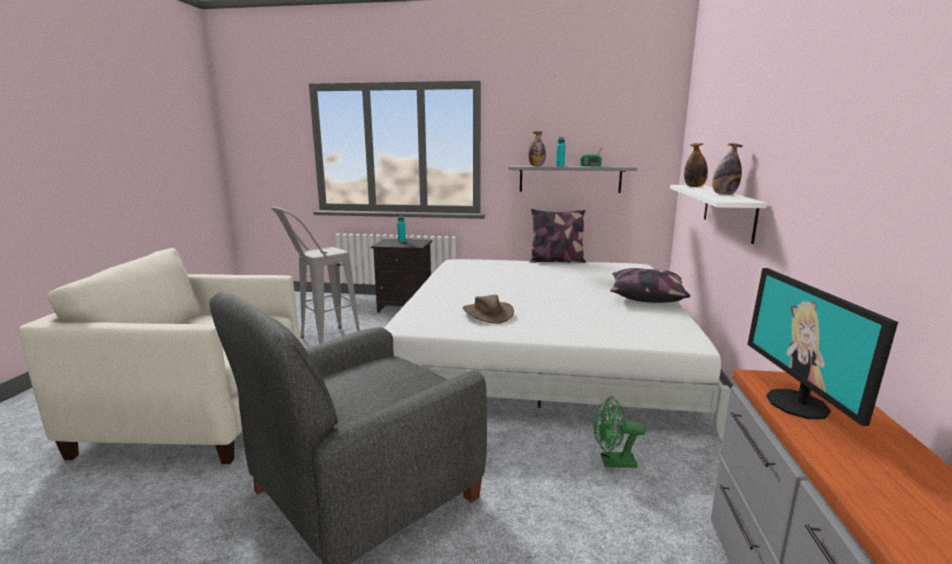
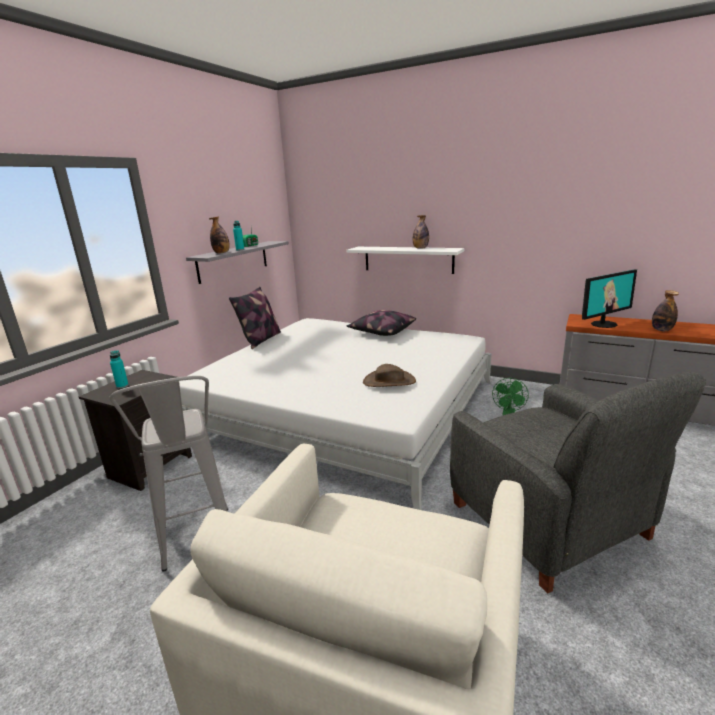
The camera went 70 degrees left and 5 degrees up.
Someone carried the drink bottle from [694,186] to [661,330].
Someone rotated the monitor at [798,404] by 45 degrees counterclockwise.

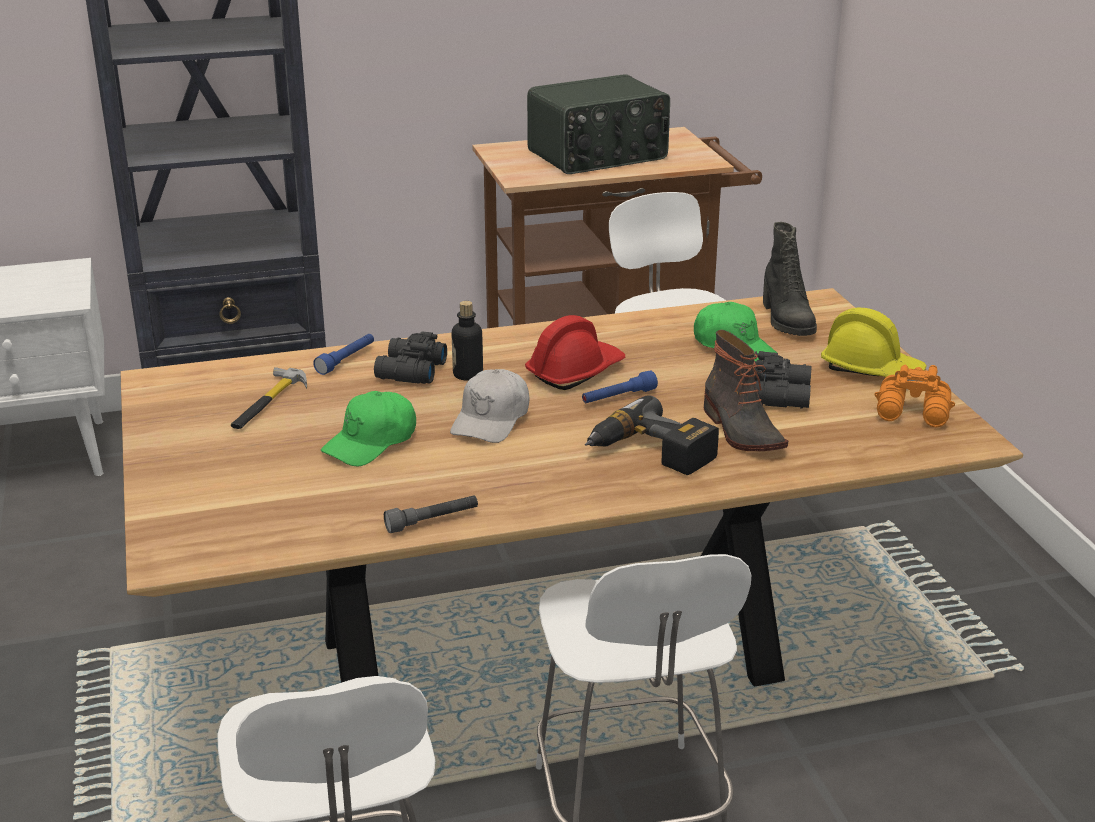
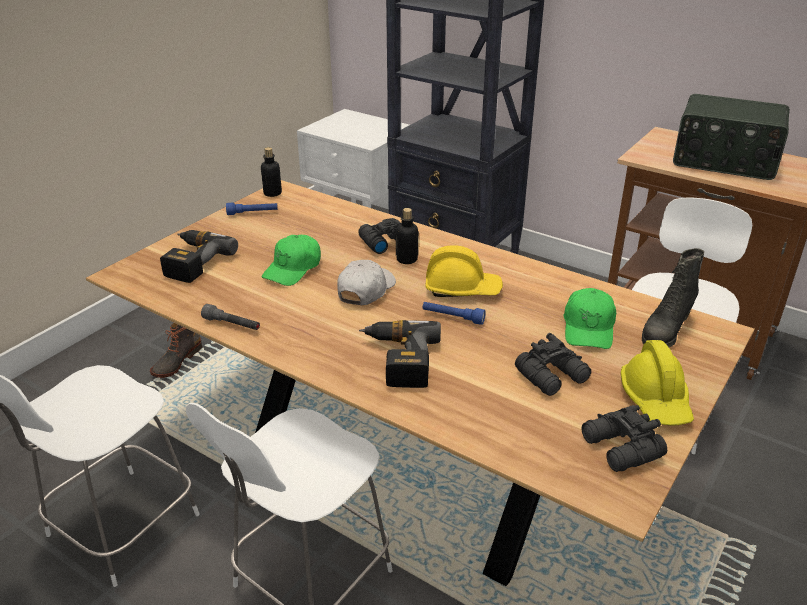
The camera went 50 degrees right and 5 degrees up.
Someone repainted the reddish safety helmet at [575,372], which became the yellow-coloured safety helmet at [462,289].
Someone carried the boot from [740,431] to [176,361].
Someone carried the blue flashlight from [346,360] to [252,213].
Someone repainted the orange-coloured binoculars at [914,413], which became the blackish binoculars at [621,449].
Someone took away the hand hammer at [268,403].
Someone rotated the white-coloured cap at [491,420] by 135 degrees clockwise.
Someone rotated the green cap at [371,442] by 60 degrees counterclockwise.
Someone put down the drink bottle at [272,193].
Someone put down the power drill at [192,262].

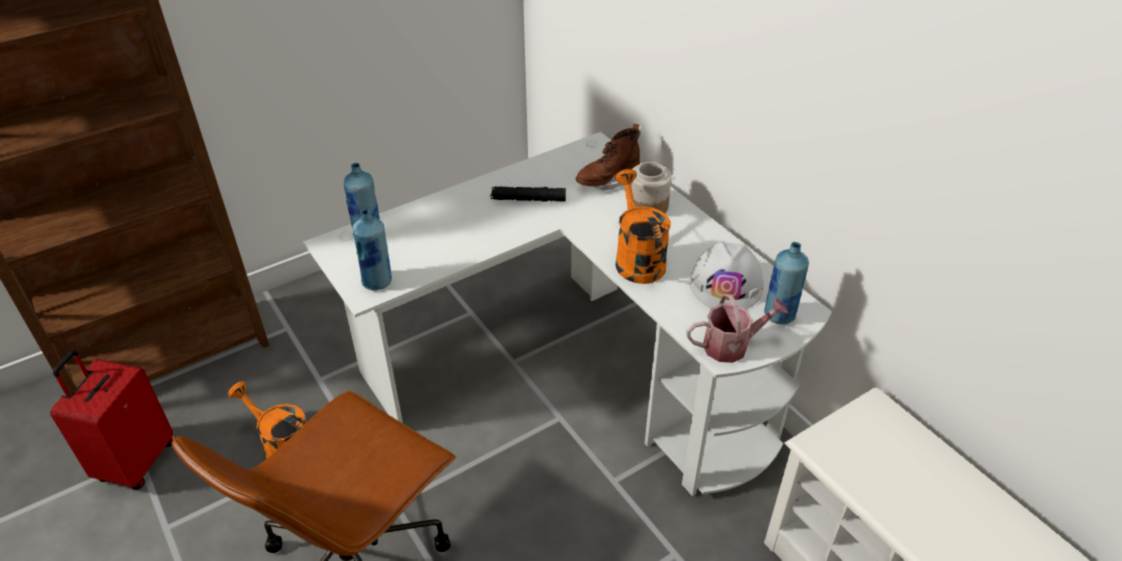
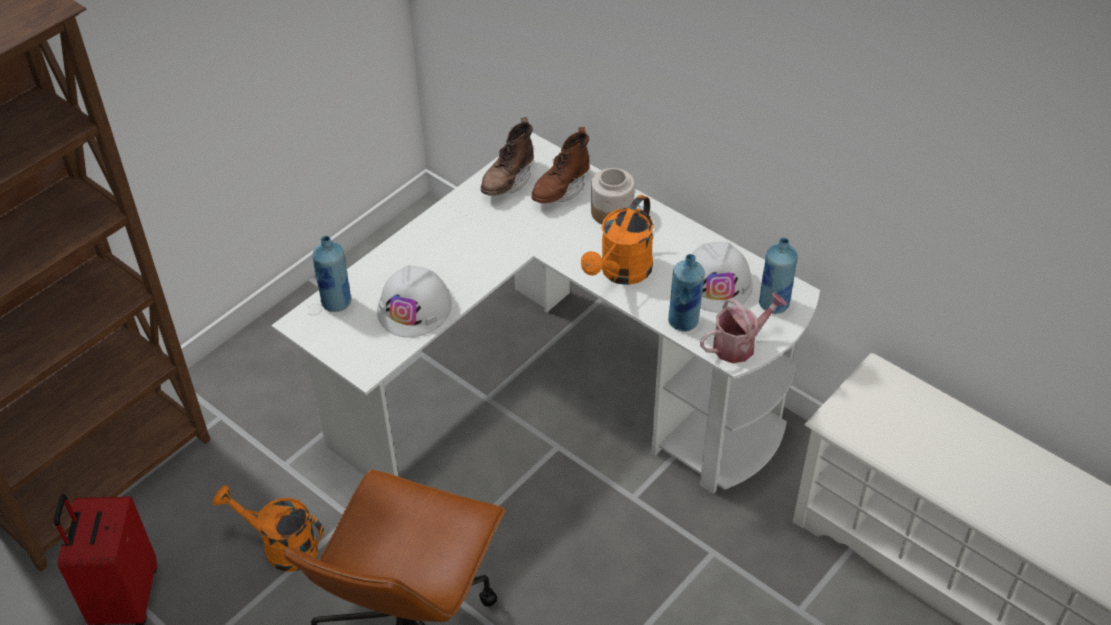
The camera went 15 degrees left and 5 degrees up.
Someone rotated the orange-coloured watering can at [637,258] by 120 degrees counterclockwise.
Someone took away the blackish flashlight at [528,199].
Someone carried the blue drink bottle from [377,282] to [684,321].
Someone put down the brownish boot at [508,181].
Someone put down the white-coloured safety helmet at [415,308].

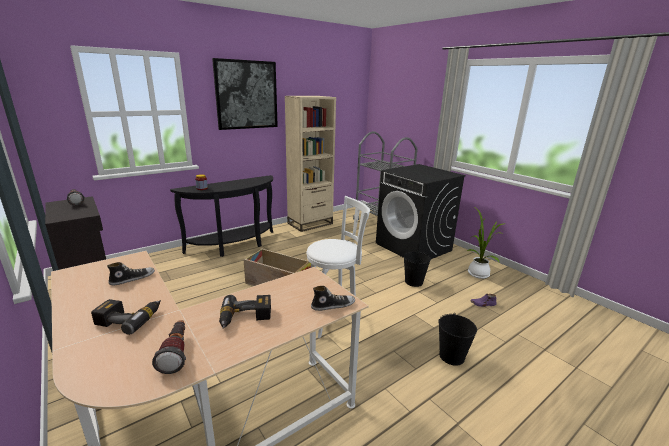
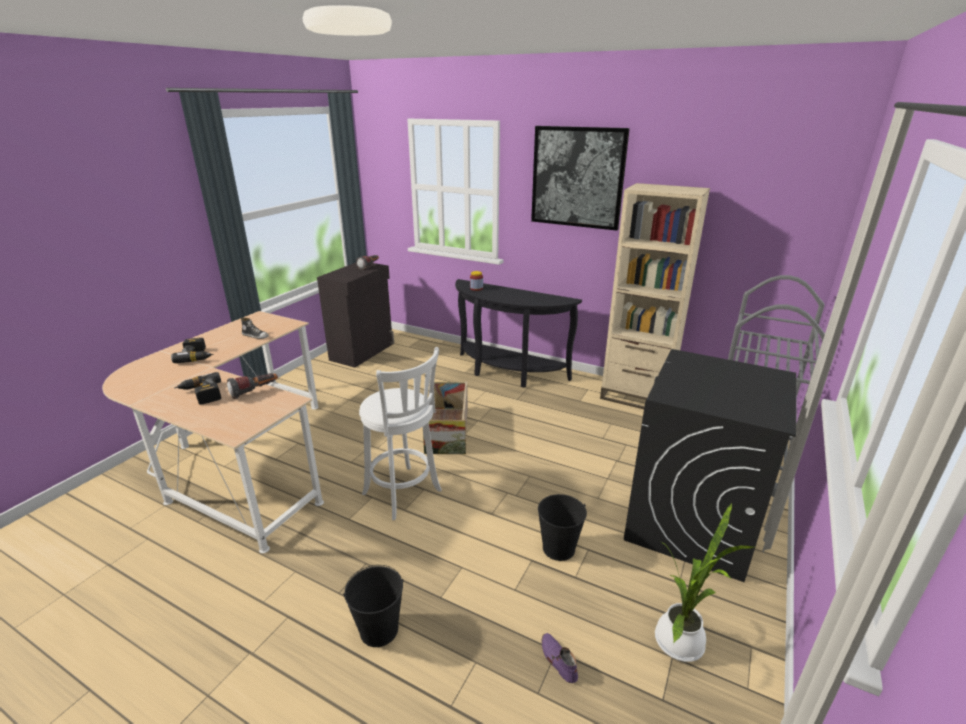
The camera went 65 degrees right and 5 degrees up.
Someone took away the low shoe at [333,305].
Someone carried the flashlight from [176,353] to [255,392].

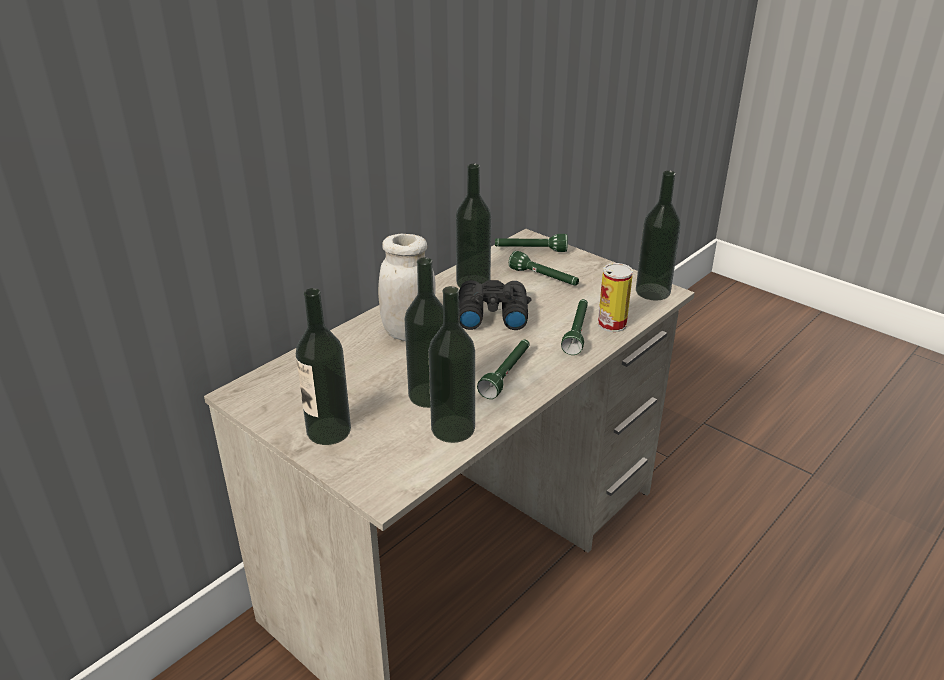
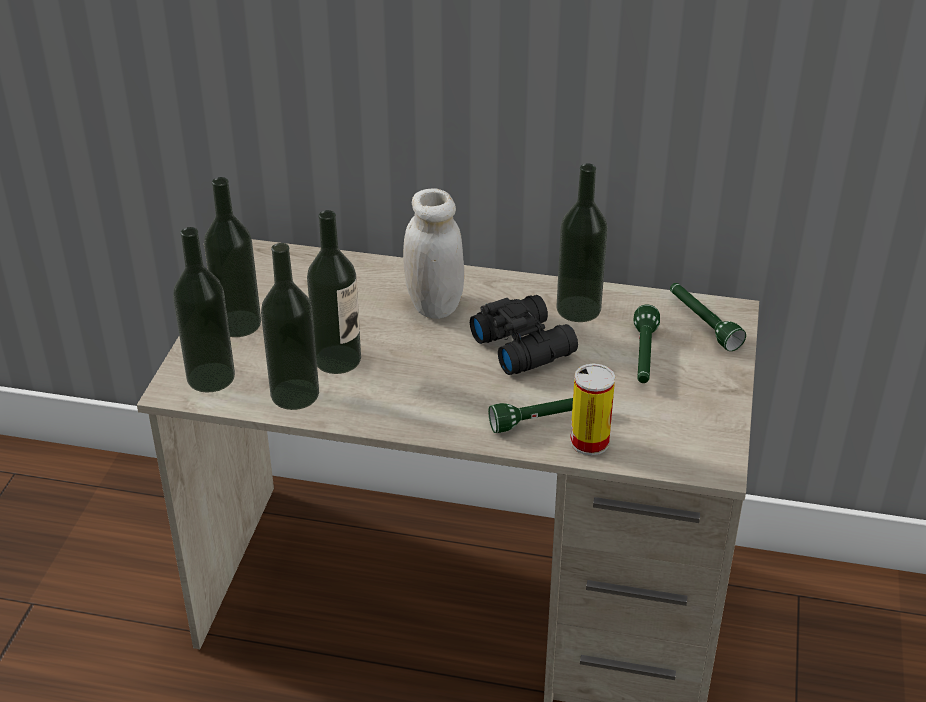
The camera went 60 degrees right and 5 degrees up.
Someone carried the drink bottle from [652,291] to [211,377].
Someone took away the green flashlight at [507,374].

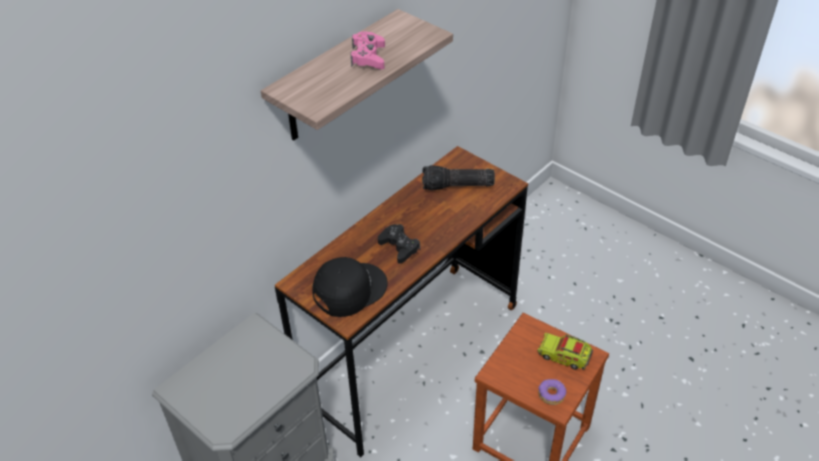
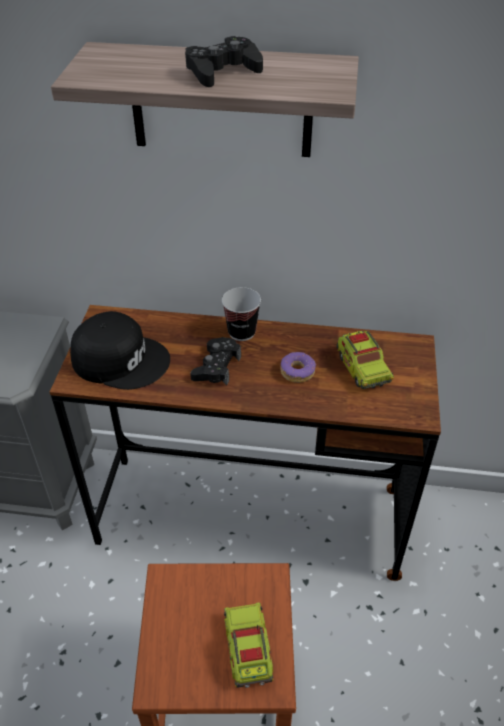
The camera went 55 degrees right and 0 degrees up.
Someone repainted the pink-coloured game controller at [368,57], which became the blackish game controller at [222,71].
Someone swapped the flashlight at [457,186] for the toy lorry at [362,368].
Someone carried the ring doughnut from [551,394] to [297,372].
Someone put down the small cup at [241,332].

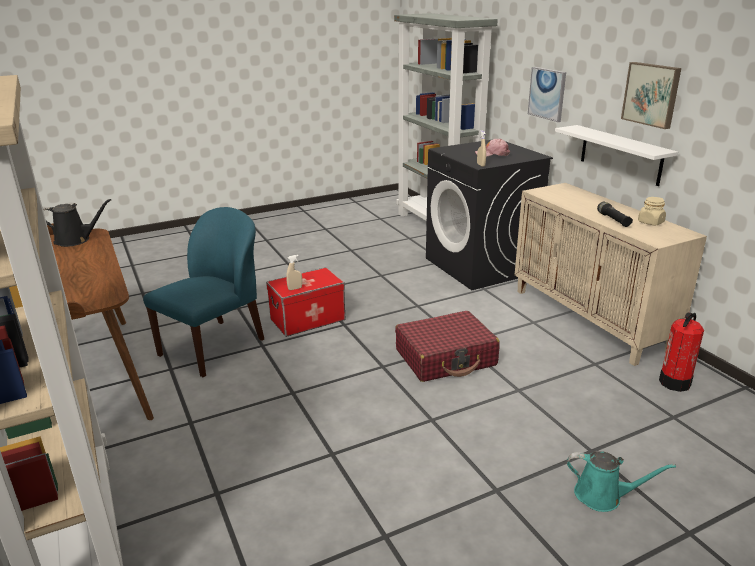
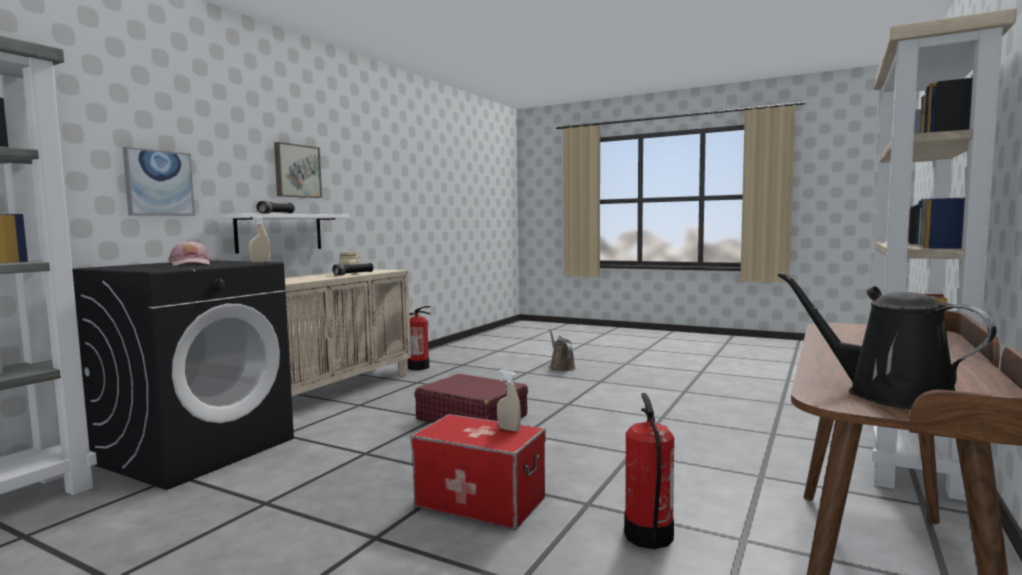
The camera went 125 degrees left and 20 degrees down.
Someone swapped the blue chair at [214,347] for the fire extinguisher at [648,536].
Someone repainted the turquoise watering can at [602,496], which became the brownish watering can at [561,367].
Someone put down the blackish flashlight at [276,213].

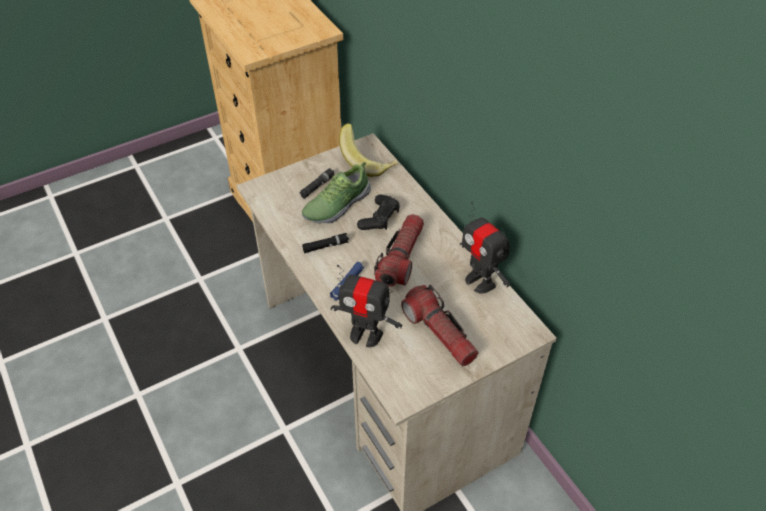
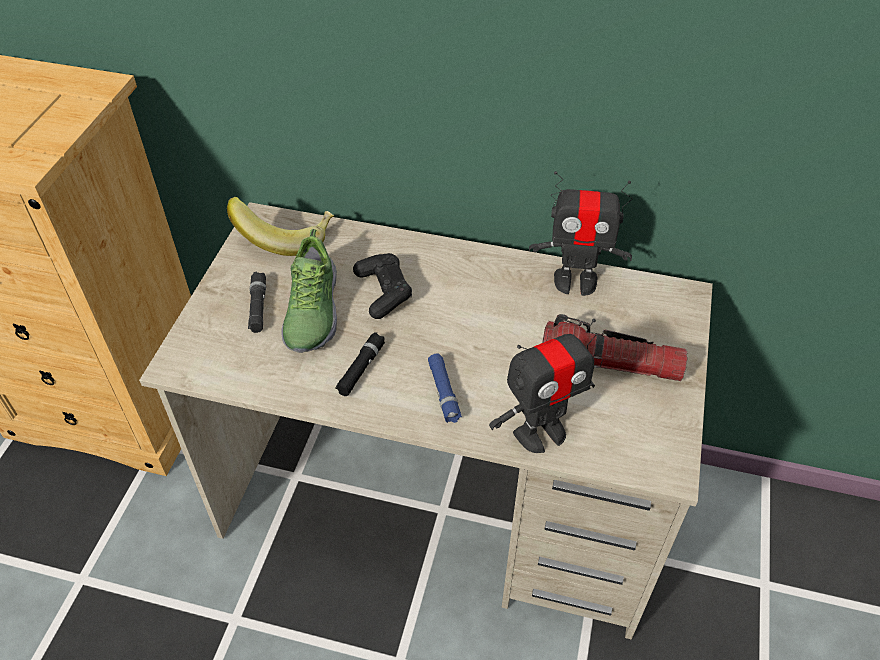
The camera went 45 degrees left and 0 degrees up.
Someone took away the flashlight at [401,258].

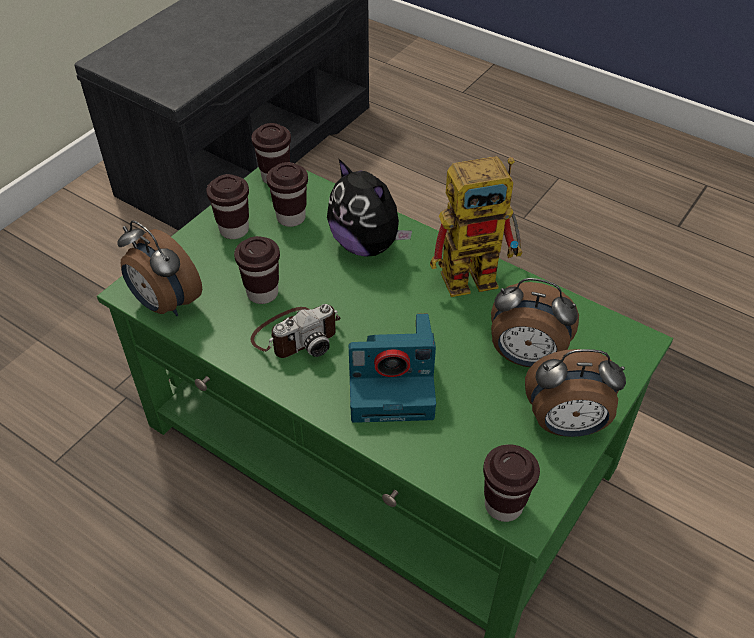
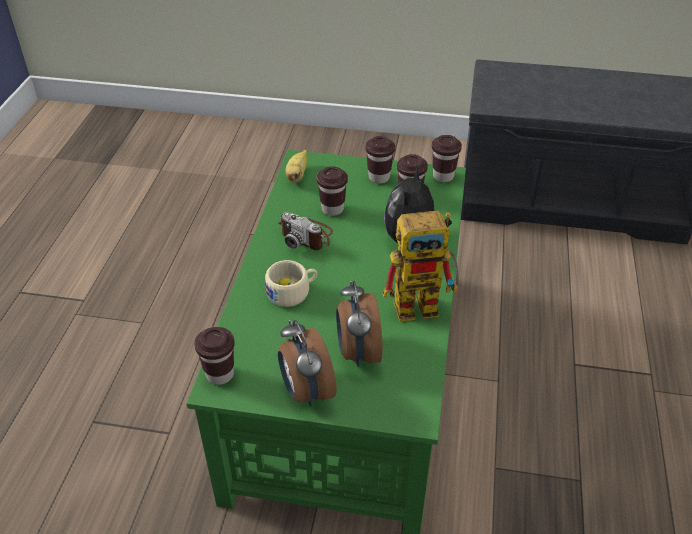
The camera went 65 degrees right and 5 degrees down.
Someone rotated the robot figure at [479,274] by 60 degrees counterclockwise.
Someone swapped the bedside clock at [165,304] for the whole banana at [297,175].
Someone swapped the photo camera at [393,384] for the beige-coloured small cup at [292,292].

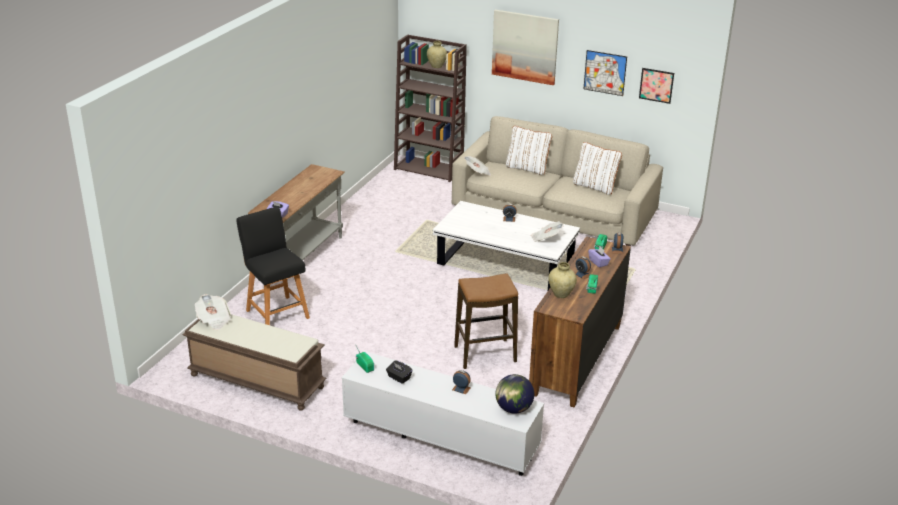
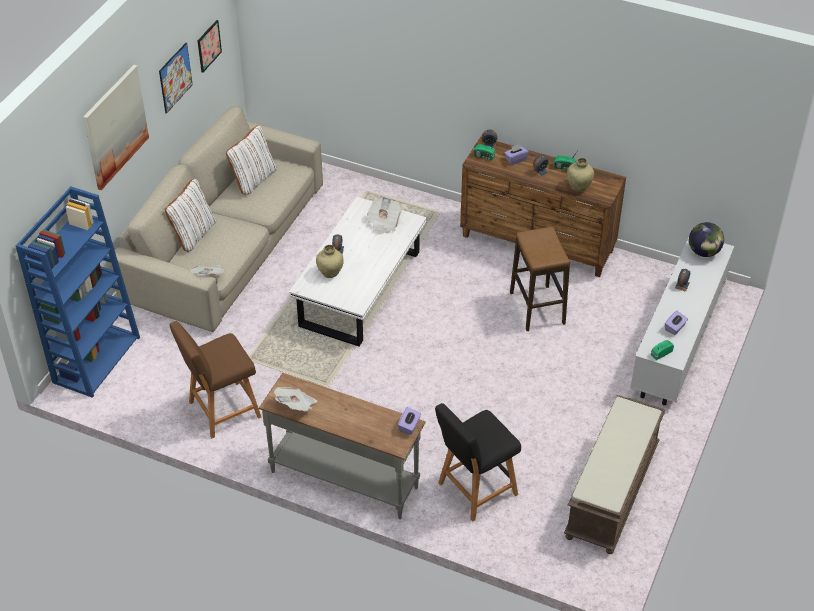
The camera went 90 degrees left and 15 degrees up.
Someone repainted the brownish shelving unit at [429,169], which became the blue shelving unit at [96,359].
Someone carried the beige-coloured decorative vase from [436,66] to [330,273].
Someone carried the newspaper from [214,320] to [296,406].
Someone repainted the blackish box of tissues at [399,378], which became the purple-coloured box of tissues at [675,328].
Someone put down the brownish stool at [221,411].

